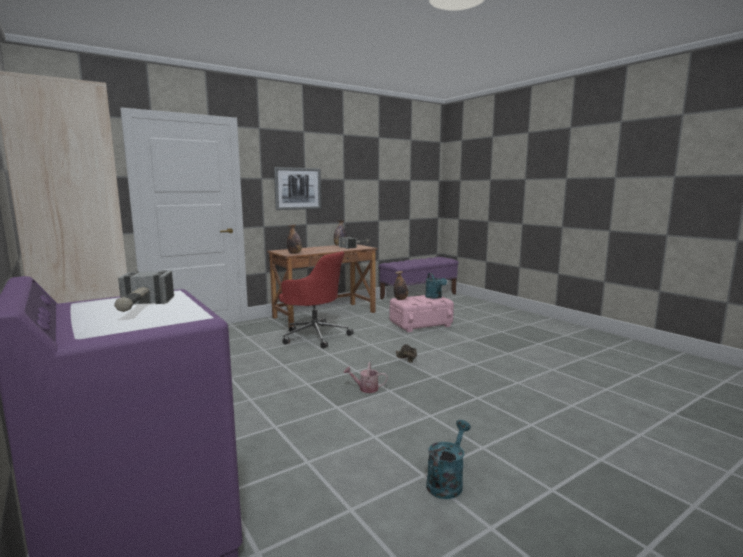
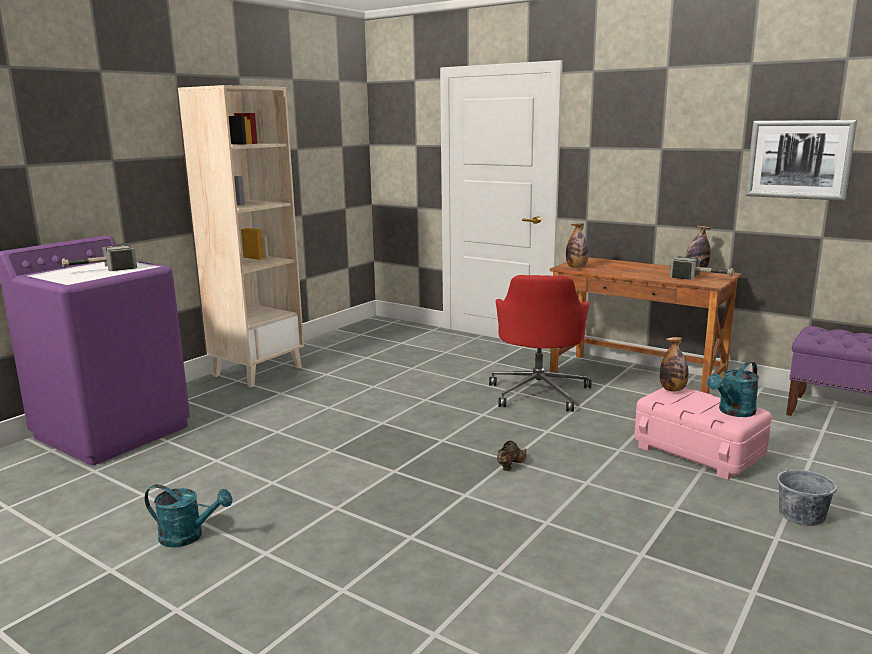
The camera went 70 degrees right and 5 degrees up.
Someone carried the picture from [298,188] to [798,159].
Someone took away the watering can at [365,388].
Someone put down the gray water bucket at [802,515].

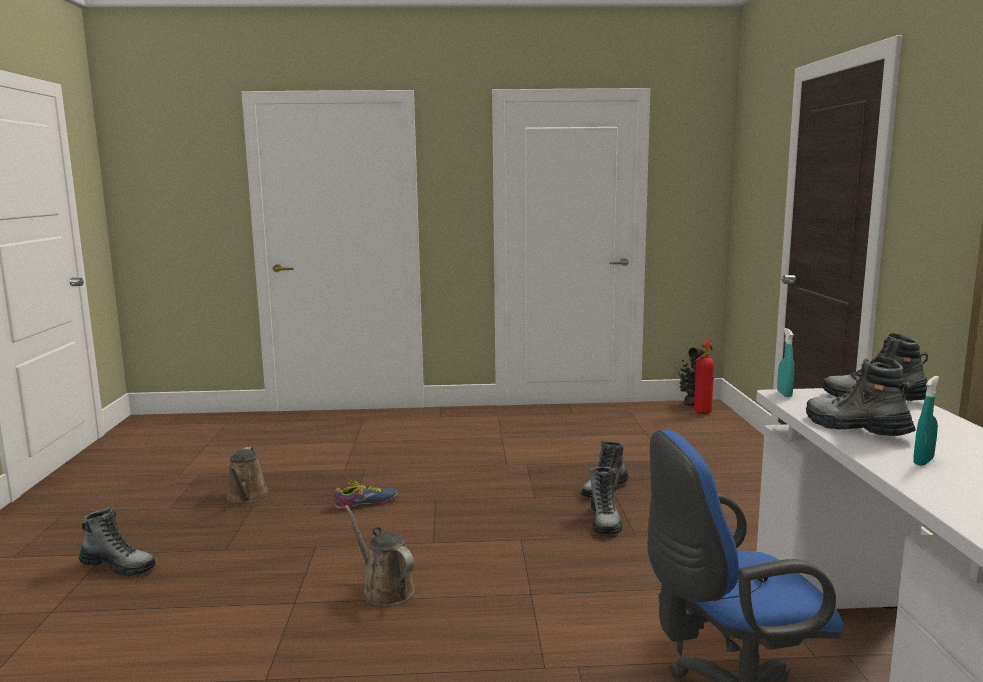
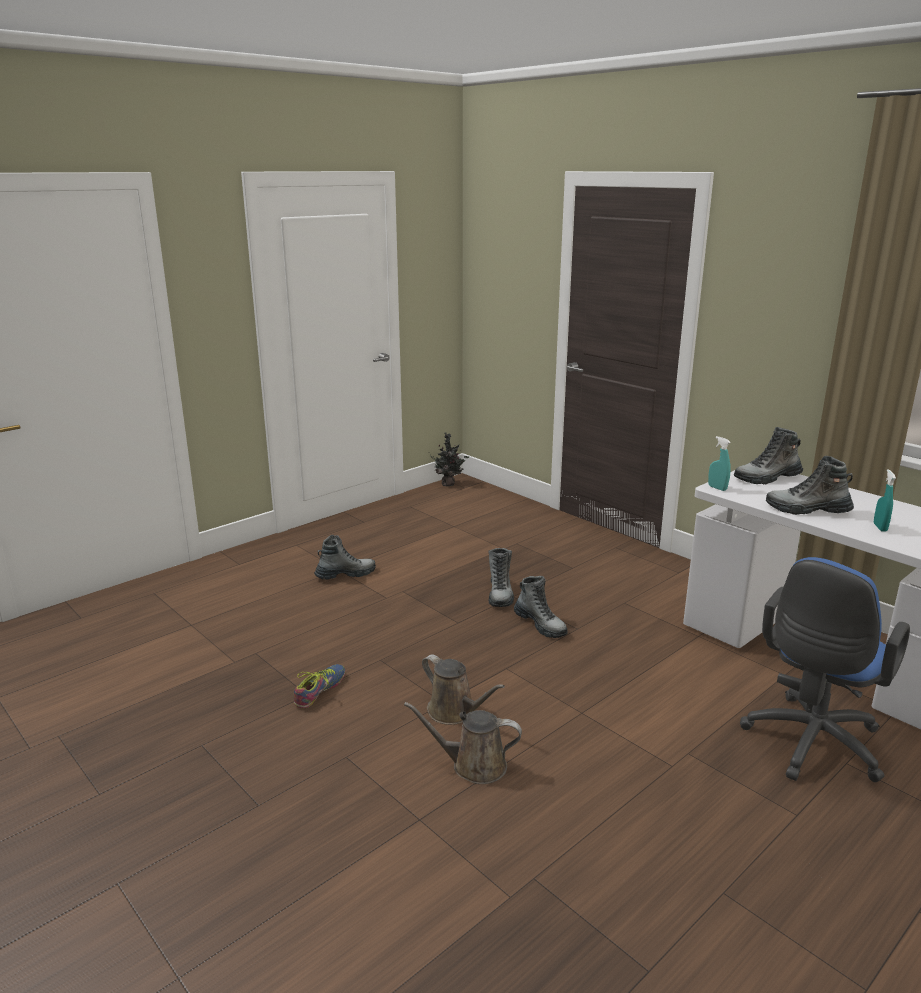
The camera went 40 degrees left and 10 degrees up.
Someone took away the fire extinguisher at [699,414].
Someone carried the brownish watering can from [246,496] to [455,712].
Someone carried the boot from [119,566] to [345,574].

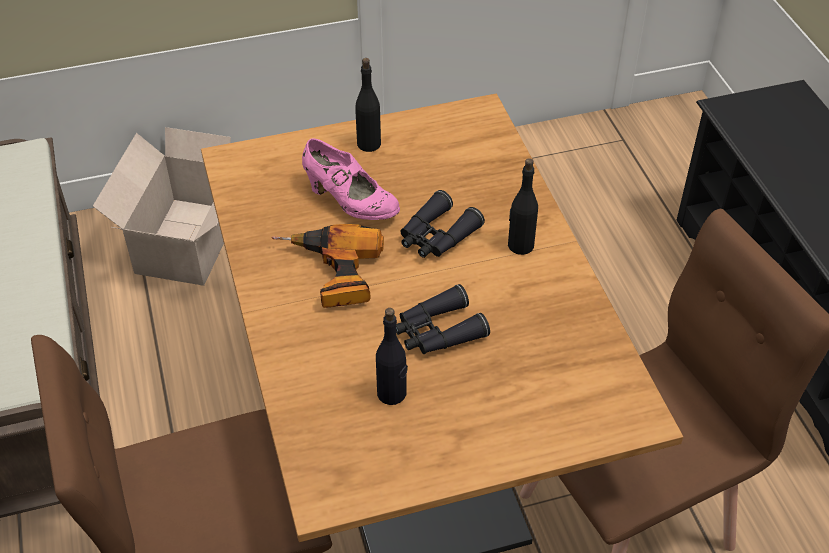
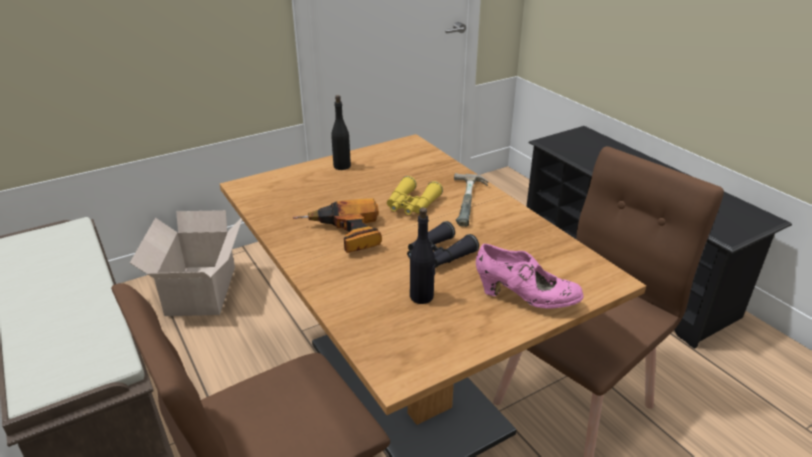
The camera went 15 degrees left and 15 degrees down.
Someone carried the pink-coloured low shoe from [350,203] to [525,298].
Someone swapped the blackish drink bottle at [520,245] for the hand hammer at [472,201].
Someone repainted the blackish binoculars at [436,236], which became the yellow-coloured binoculars at [411,205].

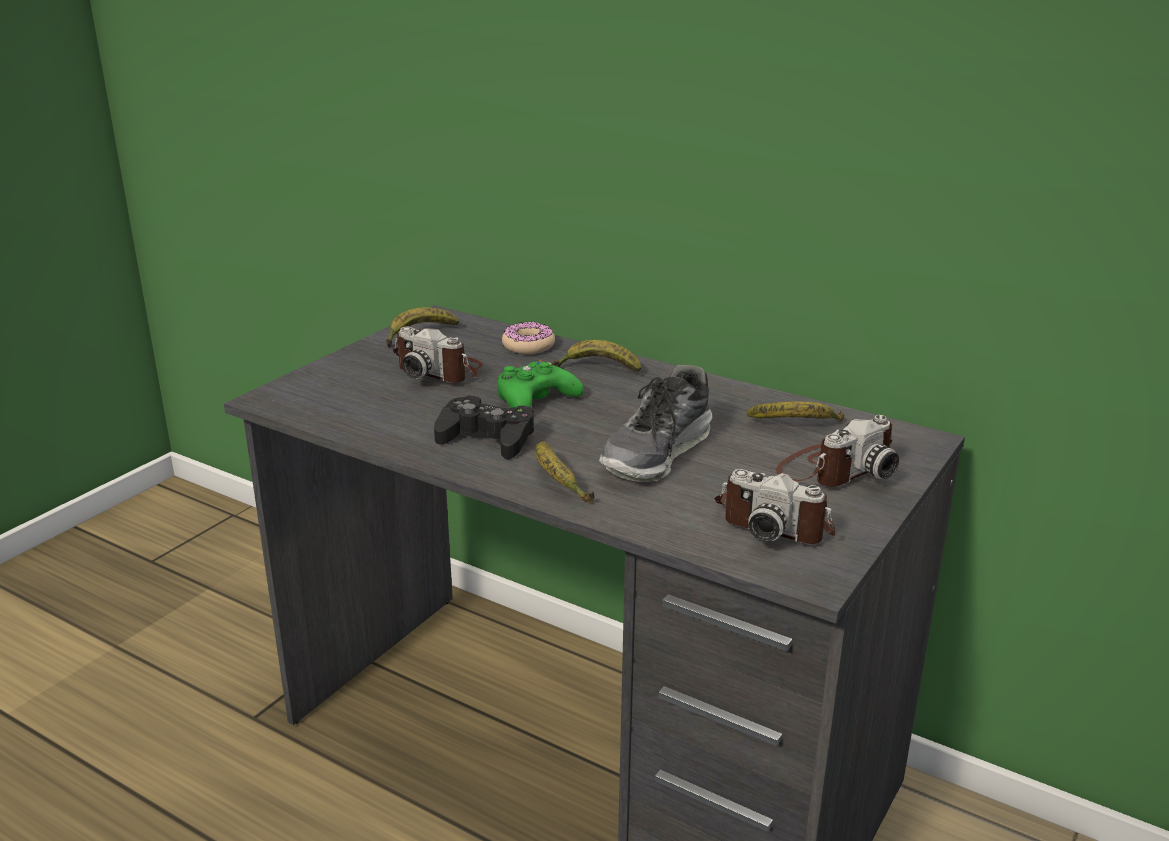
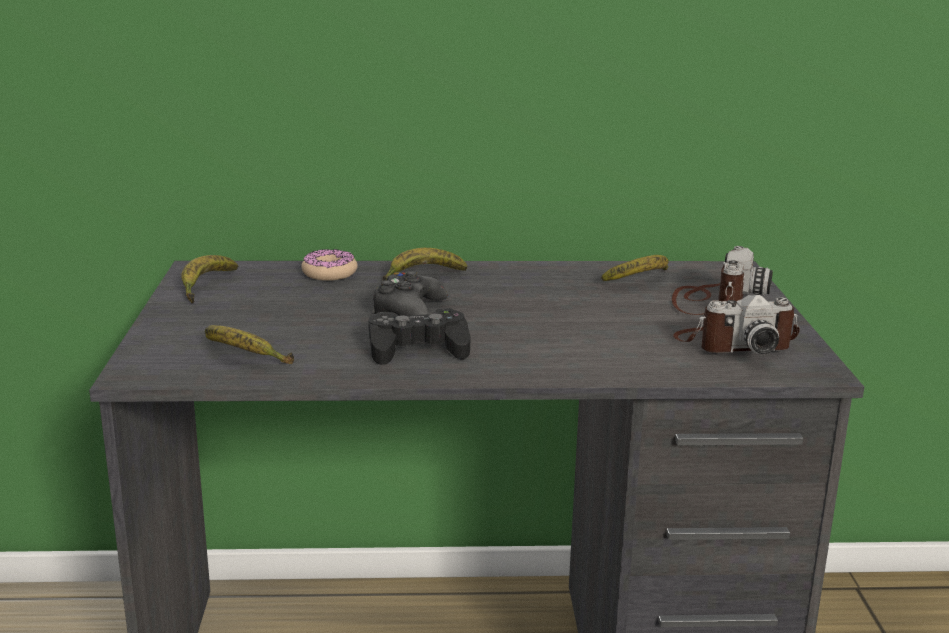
The camera went 35 degrees left and 5 degrees down.
Someone took away the photo camera at [440,370].
Someone repainted the green game controller at [535,399], which became the blackish game controller at [409,310].
Someone took away the low shoe at [657,453].
Someone carried the whole banana from [558,482] to [243,357].

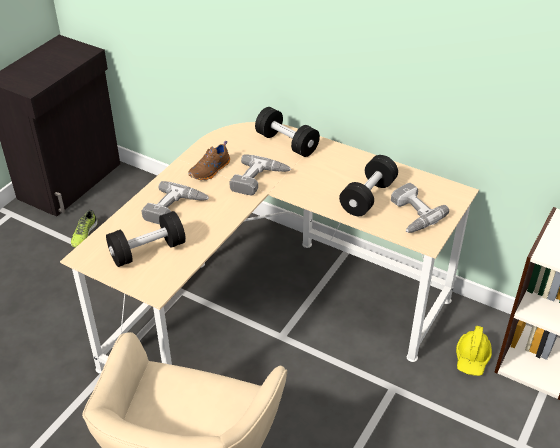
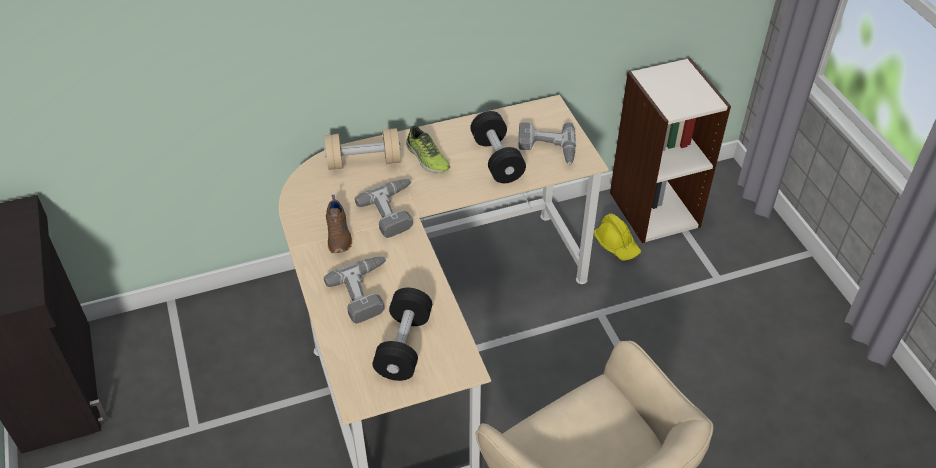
The camera went 50 degrees left and 5 degrees up.
Someone repainted the blackish dumbbell at [286,143], which became the beige-coloured dumbbell at [363,161].
Someone carried the low shoe from [84,234] to [426,158].

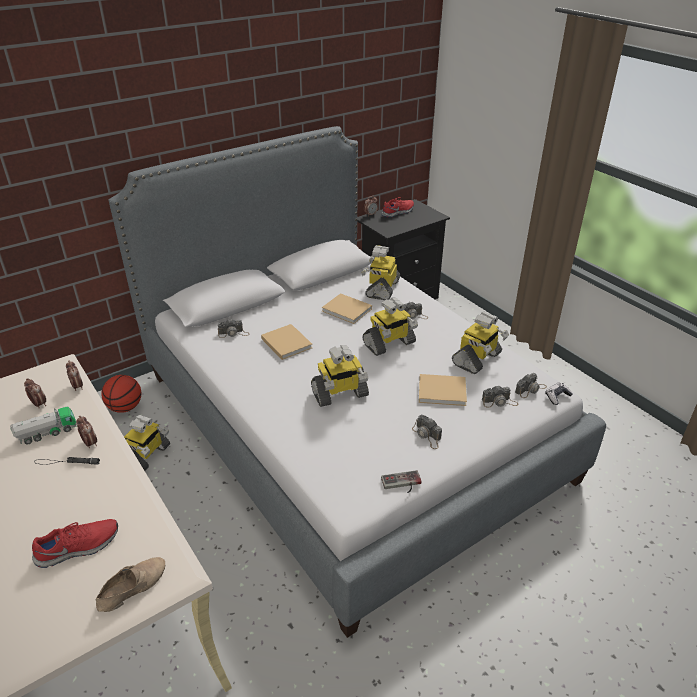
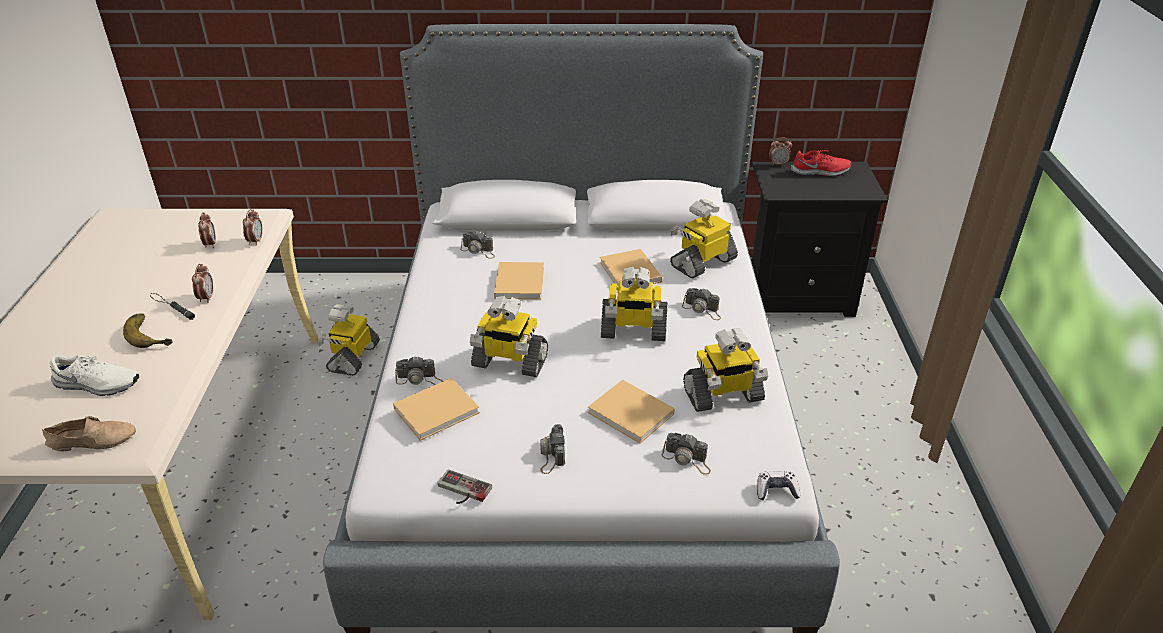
The camera went 35 degrees right and 0 degrees up.
Someone carried the photo camera from [530,389] to [419,379].
Someone took away the basketball ball at [125,407].
Someone took away the toy lorry at [47,433].
Someone rotated the robot figure at [146,456] by 135 degrees clockwise.
Someone repainted the reddish low shoe at [79,548], which became the white-coloured low shoe at [97,385].
Someone put down the whole banana at [152,333].
Someone put down the beige-coloured volume at [438,410].

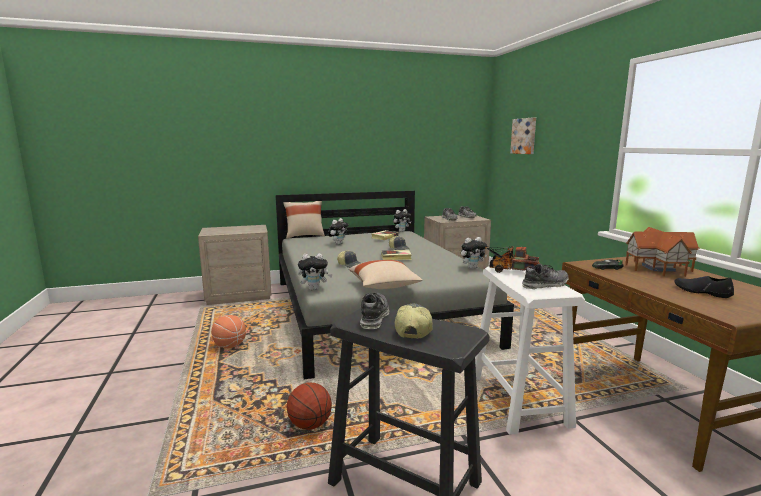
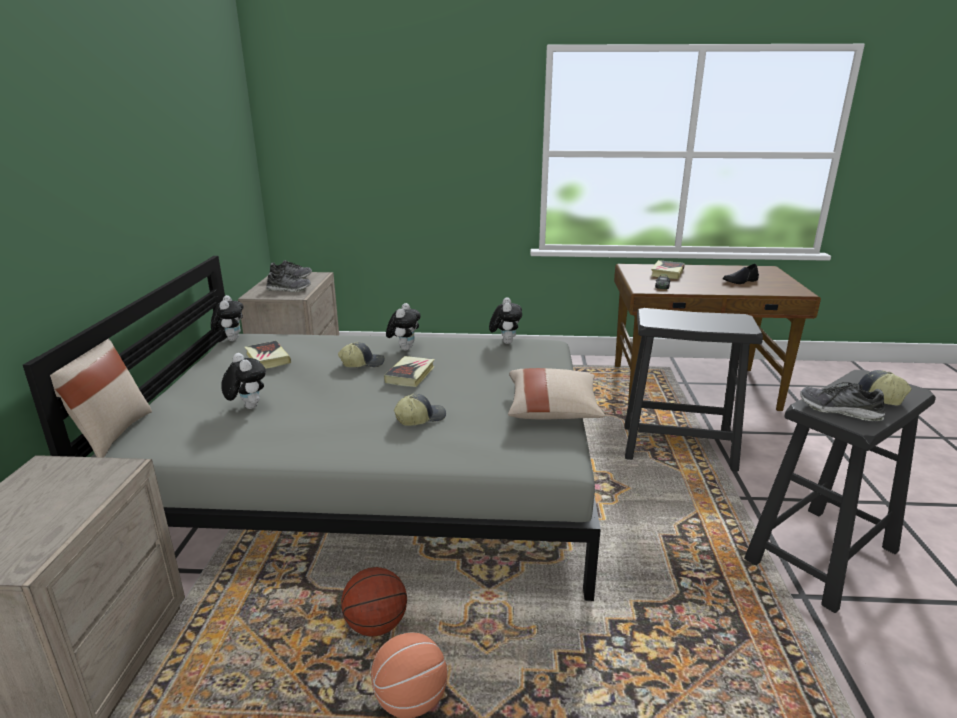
The camera went 70 degrees left and 10 degrees up.
Someone took away the picture at [524,136].
Someone swapped the miniature house at [657,268] for the volume at [667,273].
Someone took away the toy lorry at [510,271].
Someone carried the cuddly toy from [314,289] to [404,348].
Someone took away the low shoe at [545,285].
Someone repainted the white-coloured stool at [518,400], which became the blackish stool at [677,447].
Someone carried the basketball ball from [310,425] to [376,625].

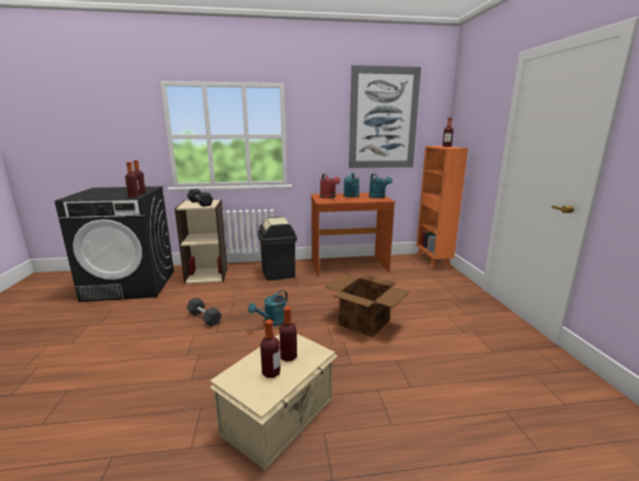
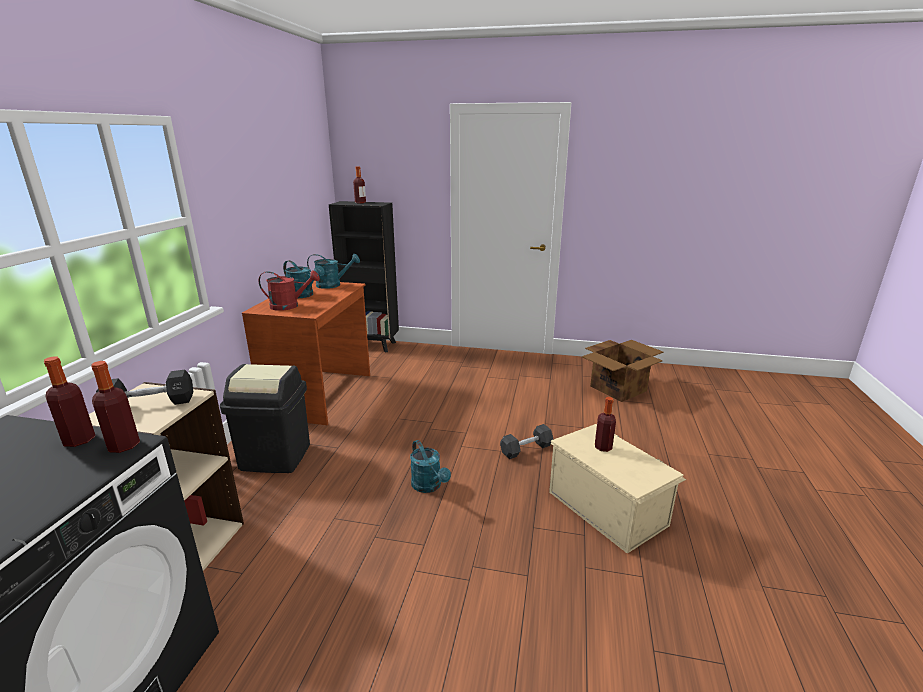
The camera went 70 degrees left and 5 degrees up.
Someone took away the picture at [383,119].
Someone repainted the orange-coloured shelving unit at [433,262], which became the blackish shelving unit at [371,345].
Someone carried the cardboard box from [365,322] to [619,388].
Someone carried the blackish dumbbell from [204,318] to [526,449].
Someone took away the drink bottle at [271,373].

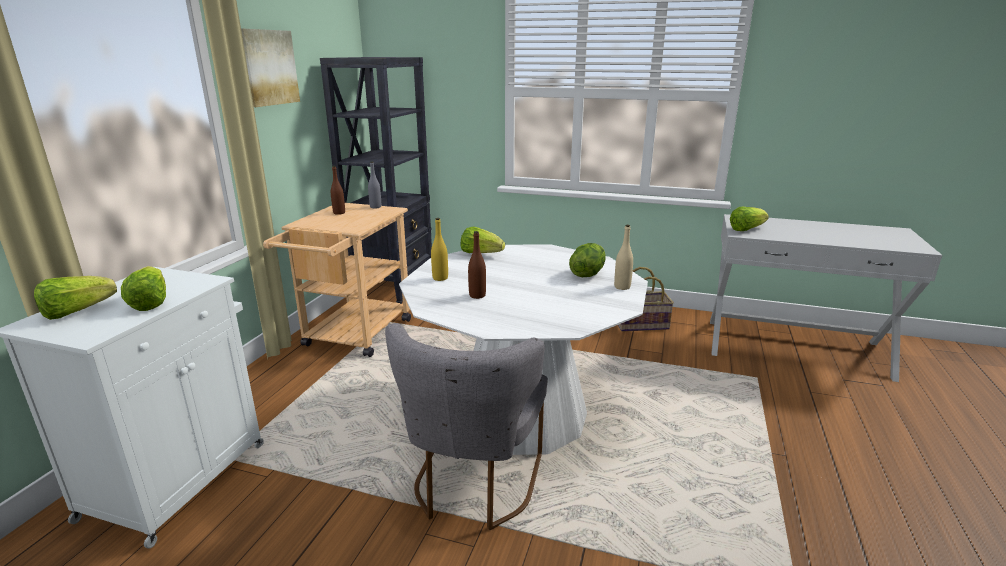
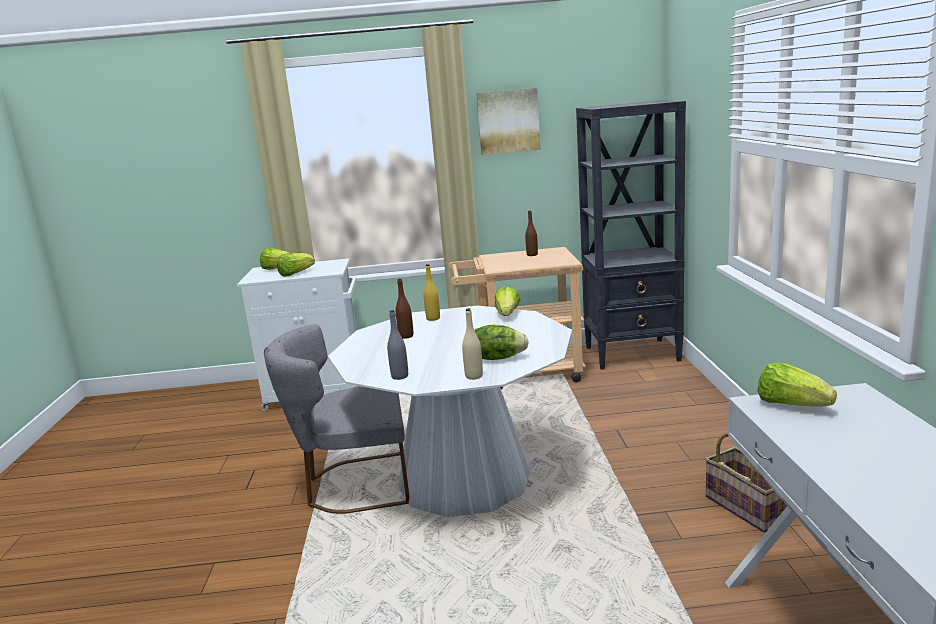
The camera went 70 degrees right and 5 degrees down.
Someone carried the gray drink bottle from [375,207] to [400,376].

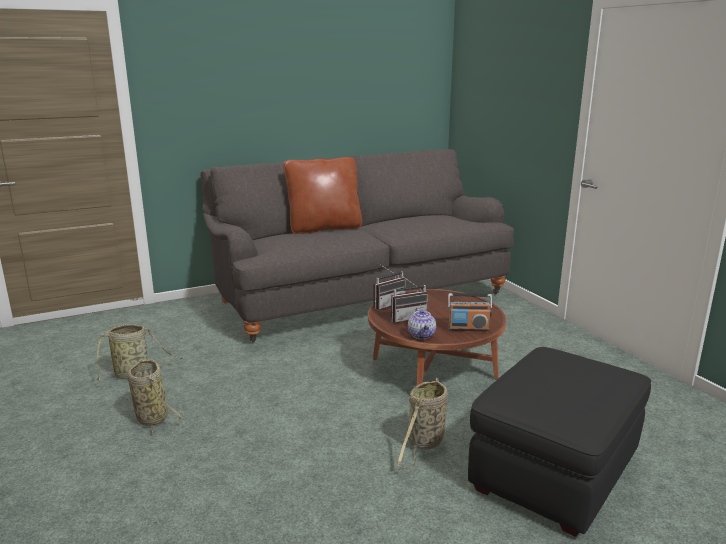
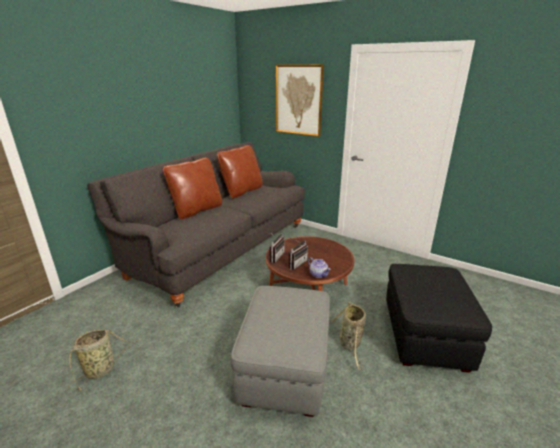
The camera went 30 degrees left and 5 degrees up.
Someone took away the radio at [468,328].
Someone took away the basket at [151,417].
Someone put up the picture at [298,100].
Someone put down the brownish pillow at [242,191].
Someone put down the gray footrest at [285,367].

